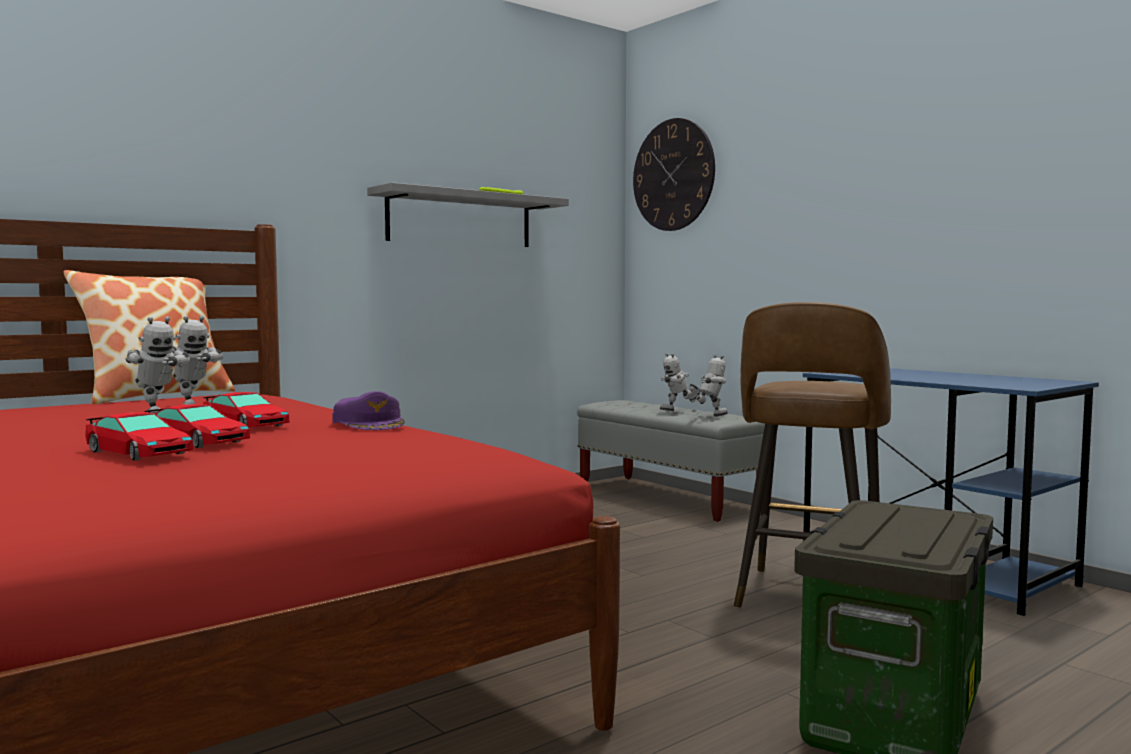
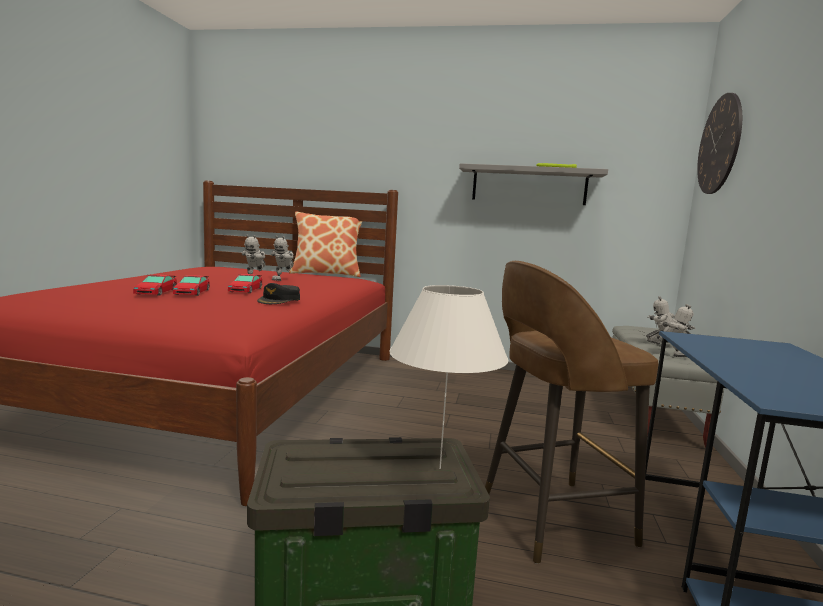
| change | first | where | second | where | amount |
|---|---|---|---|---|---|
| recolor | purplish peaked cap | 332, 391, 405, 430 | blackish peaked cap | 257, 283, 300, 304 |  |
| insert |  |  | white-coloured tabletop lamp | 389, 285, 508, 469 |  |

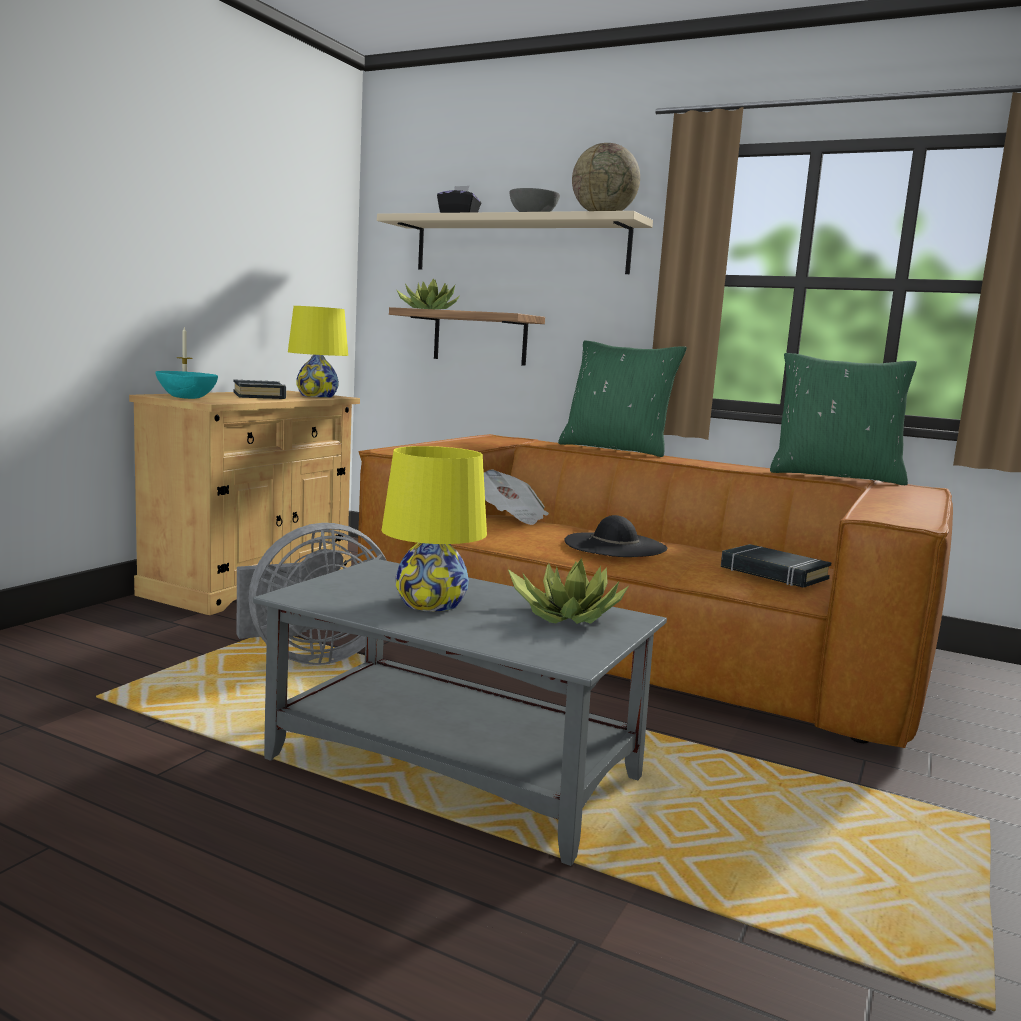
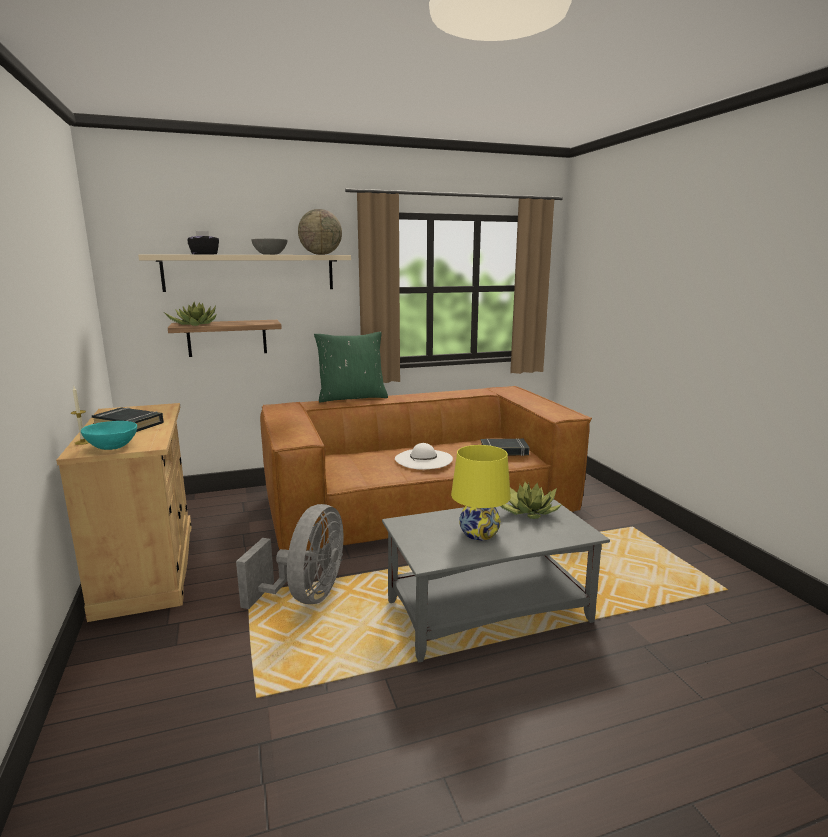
| change | first | where | second | where | amount |
|---|---|---|---|---|---|
| delete | yellow-coloured tabletop lamp | 288, 306, 348, 398 |  |  |  |
| delete | greenish pillow | 770, 353, 917, 485 |  |  |  |
| delete | printed paper | 484, 470, 549, 525 |  |  |  |
| recolor | blackish hat | 564, 515, 667, 557 | white-coloured hat | 395, 443, 453, 470 |  |

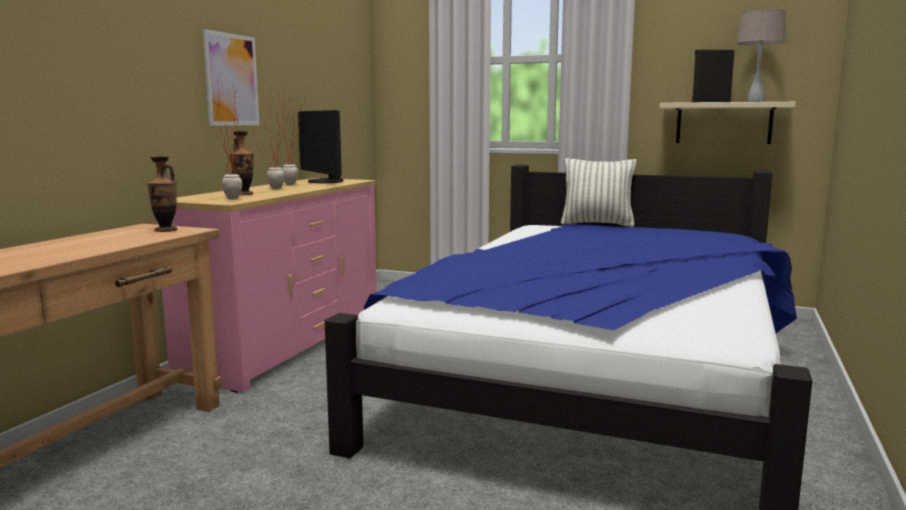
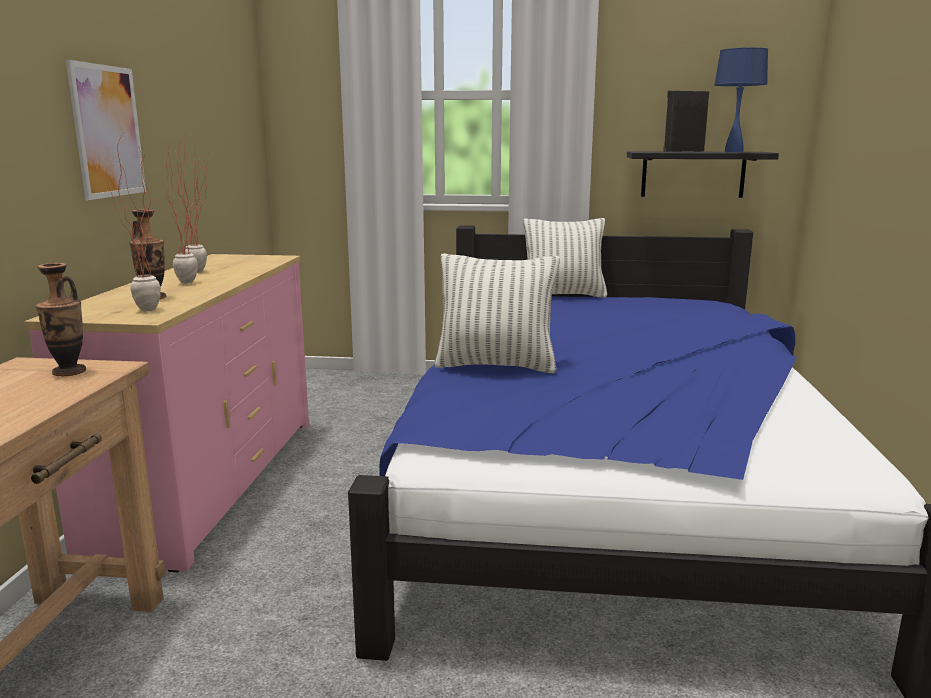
| change | first | where | second | where | amount |
|---|---|---|---|---|---|
| recolor | beige tabletop lamp | 737, 9, 786, 102 | blue-coloured tabletop lamp | 714, 47, 768, 152 |  |
| recolor | beige bracket shelf | 659, 102, 796, 144 | blackish bracket shelf | 627, 151, 779, 198 |  |
| delete | computer screen | 298, 110, 343, 183 |  |  |  |
| insert |  |  | pillow | 435, 254, 560, 373 |  |

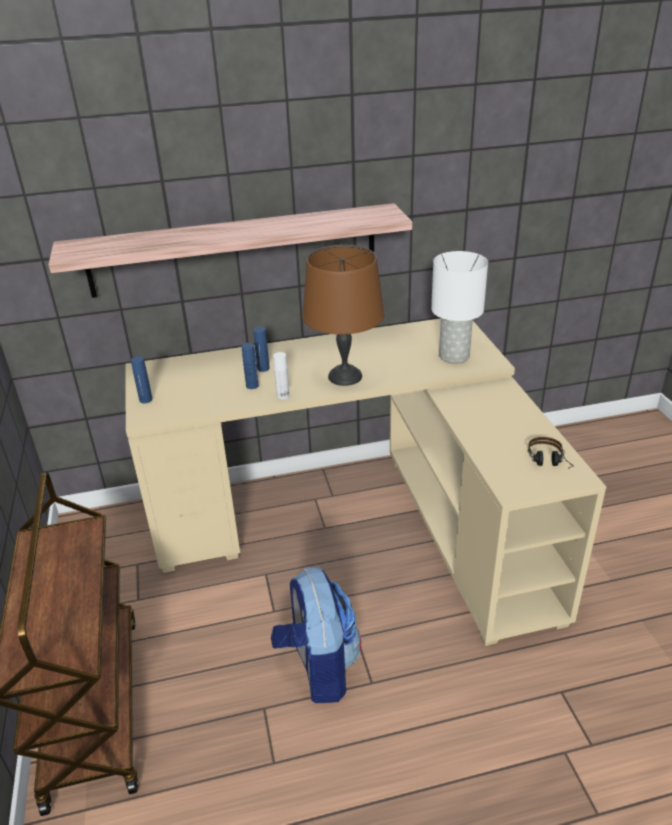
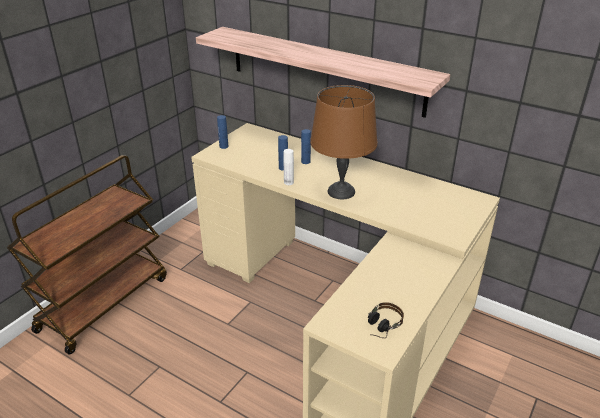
| change | first | where | second | where | amount |
|---|---|---|---|---|---|
| delete | white-coloured tabletop lamp | 431, 251, 488, 364 |  |  |  |
| delete | rucksack | 271, 567, 361, 703 |  |  |  |

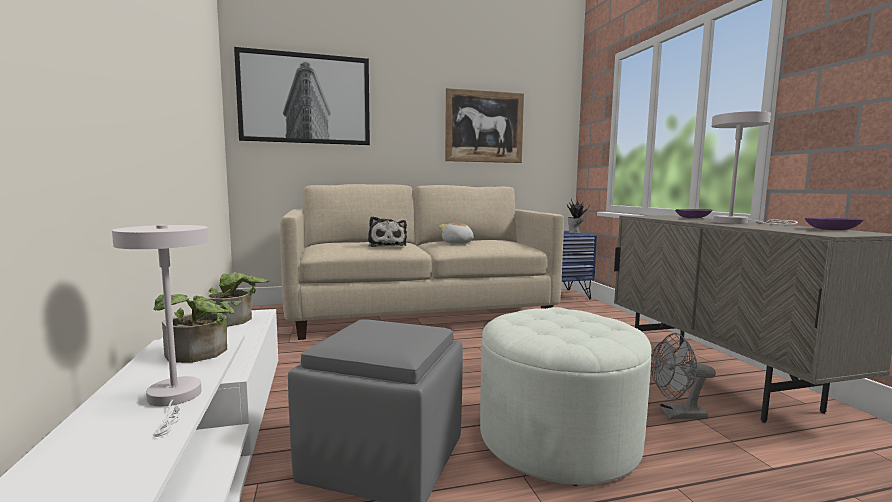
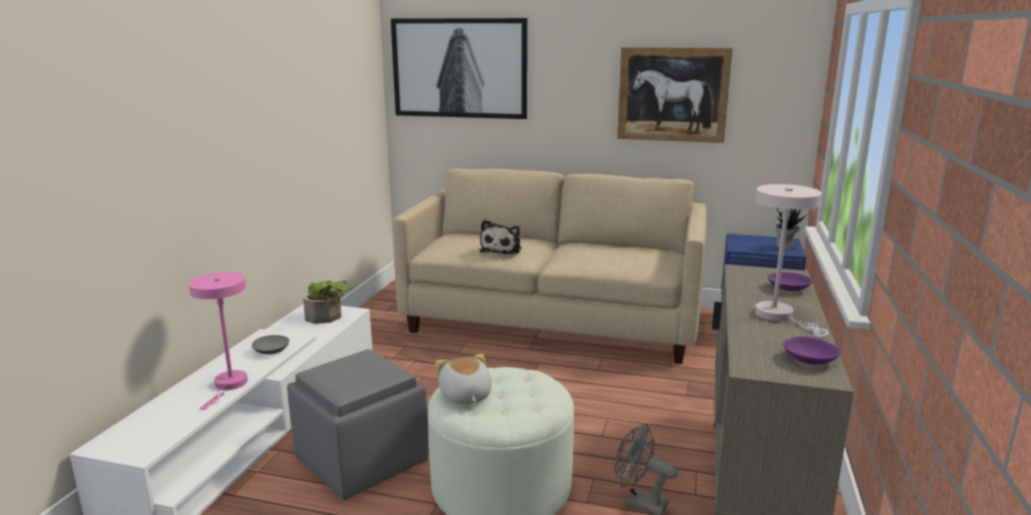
| change | first | where | second | where | amount |
|---|---|---|---|---|---|
| move | plush toy | 439, 222, 474, 244 |  | 435, 354, 492, 404 |  |
| recolor | white-coloured tabletop lamp | 112, 225, 209, 437 | pink tabletop lamp | 188, 272, 248, 410 |  |
| replace | potted plant | 153, 294, 241, 363 | greyish bowl | 252, 335, 289, 354 |  |

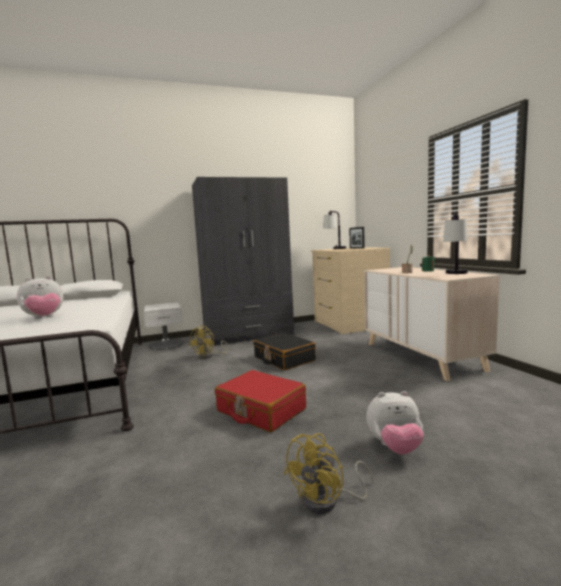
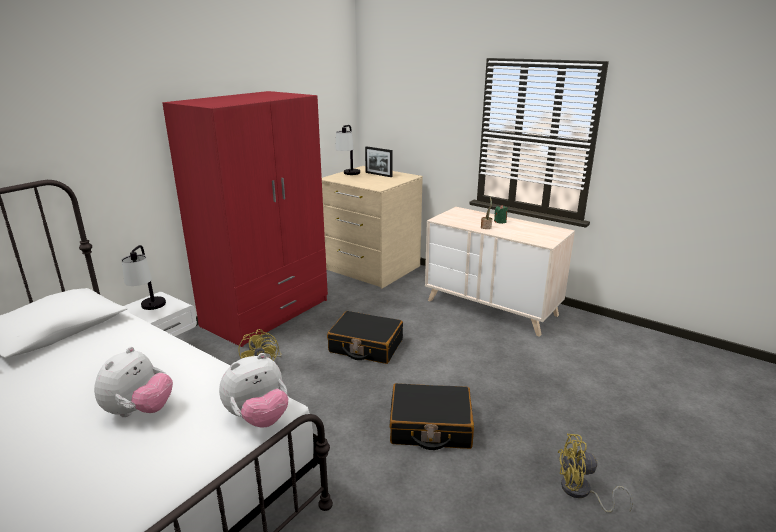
| change | first | where | second | where | amount |
|---|---|---|---|---|---|
| recolor | greyish wardrobe | 192, 177, 294, 346 | red wardrobe | 162, 91, 328, 347 |  |
| move | tabletop lamp | 443, 213, 468, 274 |  | 122, 245, 166, 310 |  |
| recolor | red suitcase | 215, 370, 306, 432 | blackish suitcase | 390, 383, 474, 450 |  |
| move | plush toy | 366, 391, 424, 455 |  | 219, 353, 288, 428 |  |
| rotate | yellow-coloured fan | 284, 433, 374, 514 |  | 558, 434, 633, 513 | 90 degrees clockwise |

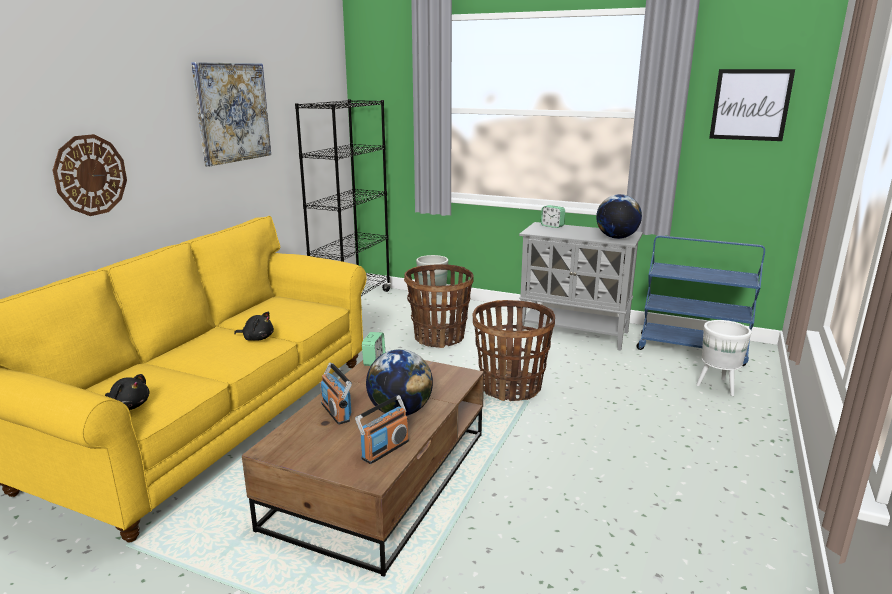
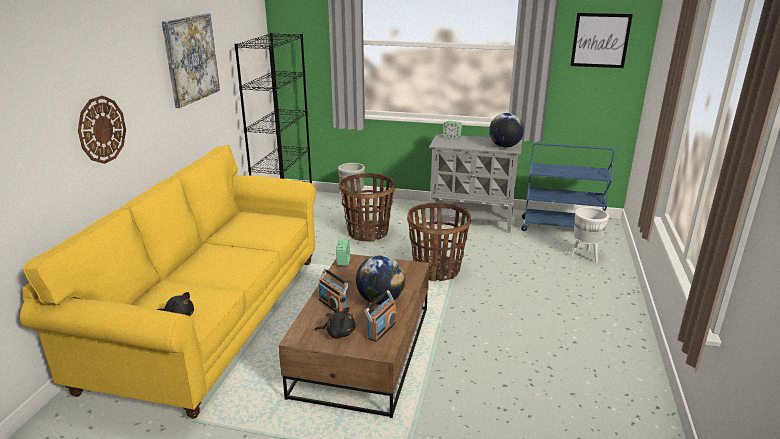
| change | first | where | second | where | amount |
|---|---|---|---|---|---|
| move | blackish plush toy | 234, 312, 274, 341 |  | 315, 307, 355, 338 |  |

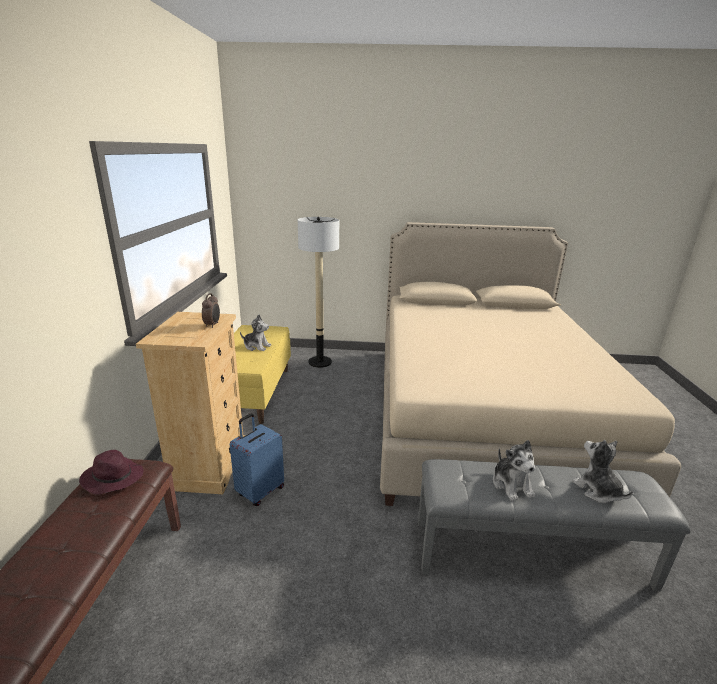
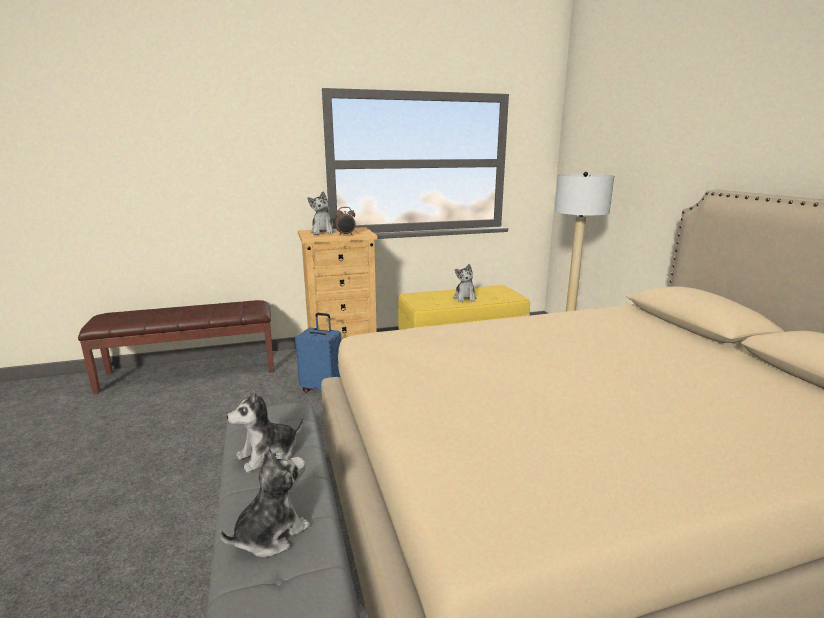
| change | first | where | second | where | amount |
|---|---|---|---|---|---|
| delete | purplish hat | 79, 450, 144, 494 |  |  |  |
| insert |  |  | plush toy | 307, 192, 336, 235 |  |

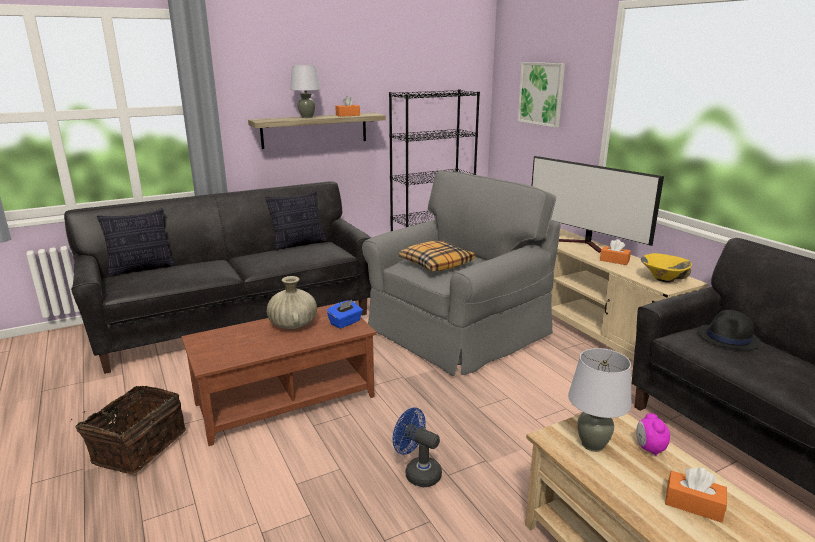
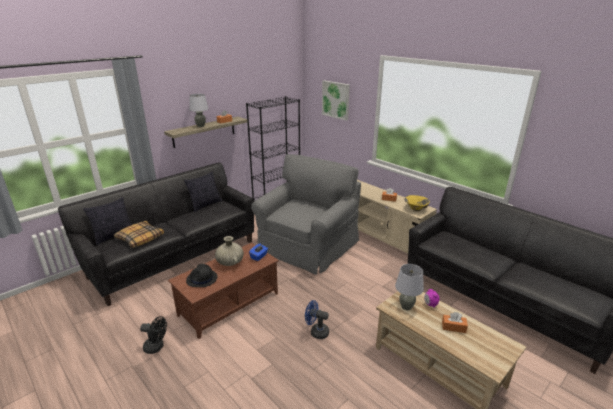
| change | first | where | second | where | amount |
|---|---|---|---|---|---|
| delete | TV | 532, 156, 664, 253 |  |  |  |
| move | pillow | 399, 241, 475, 271 |  | 114, 221, 164, 248 |  |
| move | blackish hat | 697, 310, 761, 350 |  | 186, 264, 217, 287 |  |
| replace | basket | 71, 386, 186, 475 | blackish fan | 140, 316, 167, 354 |  |

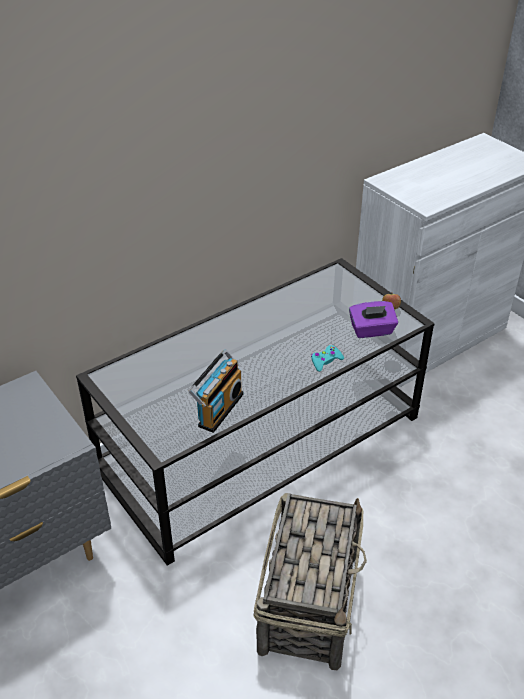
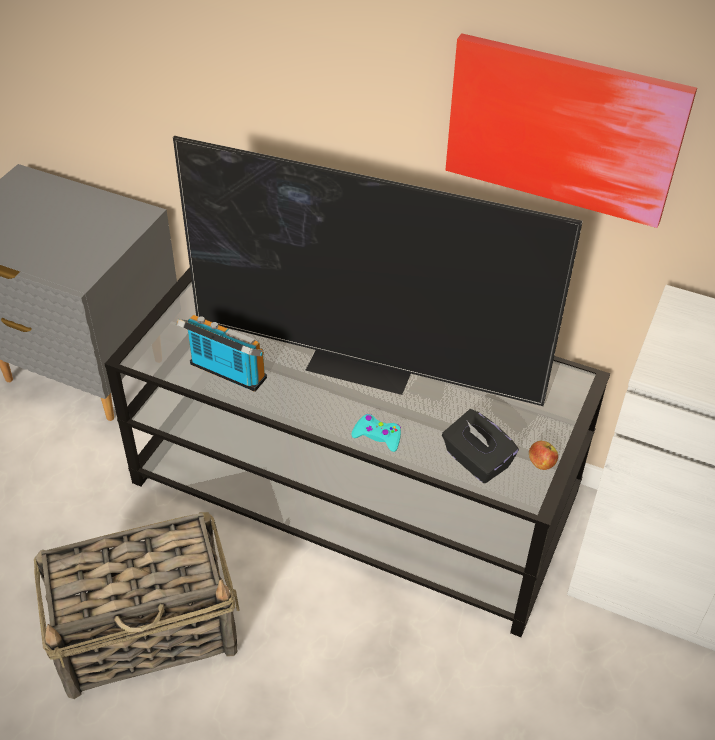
| change | first | where | second | where | amount |
|---|---|---|---|---|---|
| recolor | purplish tissue holder | 349, 301, 398, 338 | blackish tissue holder | 442, 409, 519, 483 |  |
| rotate | radio set | 188, 349, 243, 433 |  | 176, 315, 267, 392 | 150 degrees counterclockwise |
| insert |  |  | wall picture | 445, 33, 697, 228 |  |
| insert |  |  | TV | 173, 136, 583, 406 |  |

